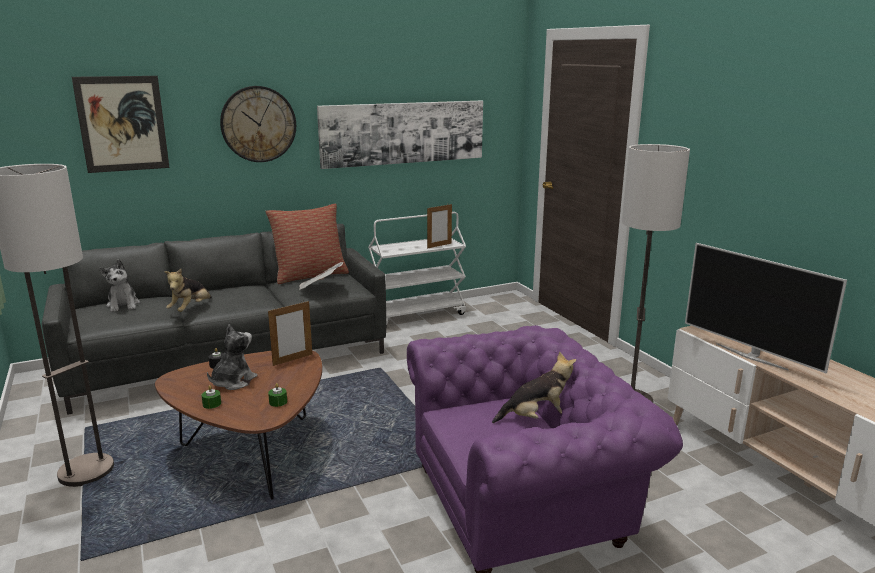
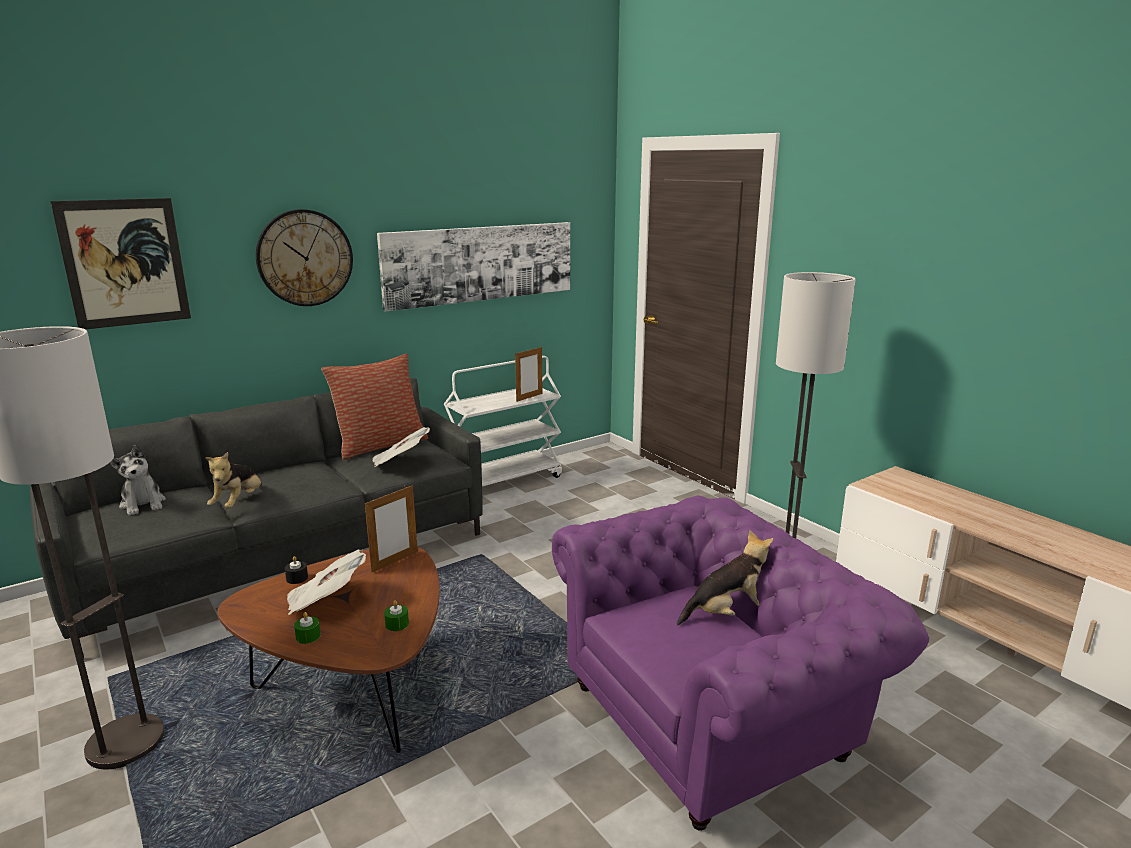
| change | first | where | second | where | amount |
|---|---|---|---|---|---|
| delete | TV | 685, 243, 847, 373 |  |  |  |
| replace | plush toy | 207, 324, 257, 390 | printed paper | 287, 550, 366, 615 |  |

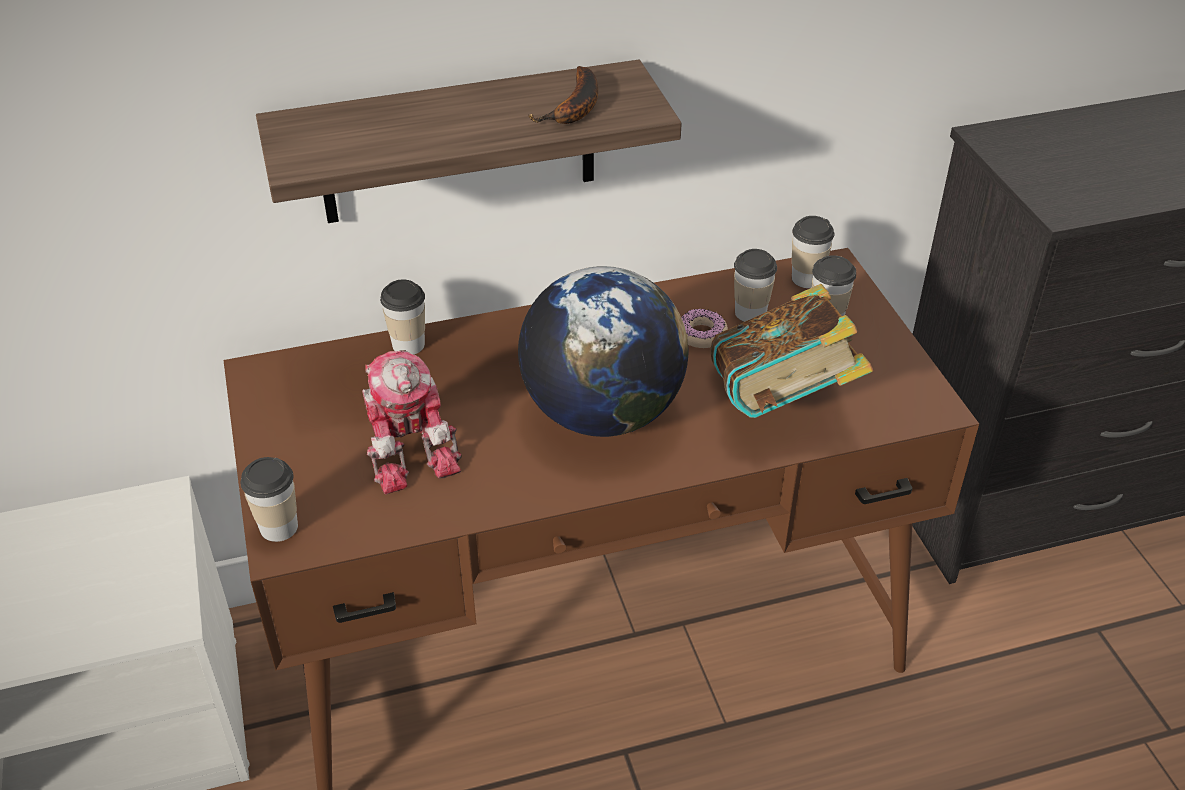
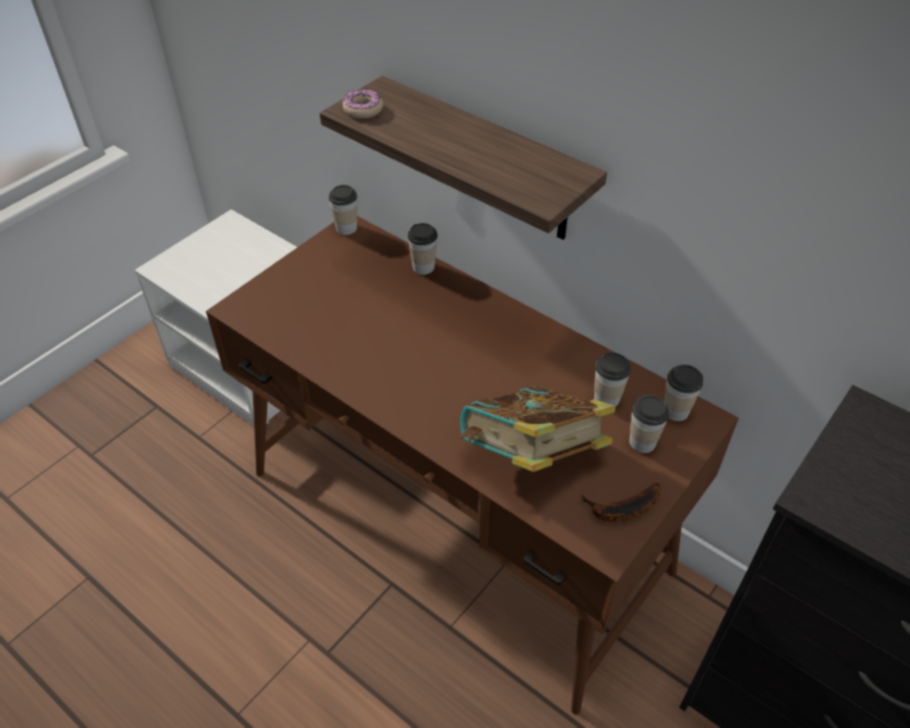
| change | first | where | second | where | amount |
|---|---|---|---|---|---|
| move | whole banana | 528, 66, 598, 124 |  | 581, 483, 661, 522 |  |
| delete | world globe | 518, 266, 688, 437 |  |  |  |
| move | doughnut | 681, 309, 728, 348 |  | 343, 89, 383, 119 |  |
| delete | robot figure | 362, 350, 462, 494 |  |  |  |
| move | cup | 240, 457, 298, 542 |  | 328, 185, 357, 235 |  |

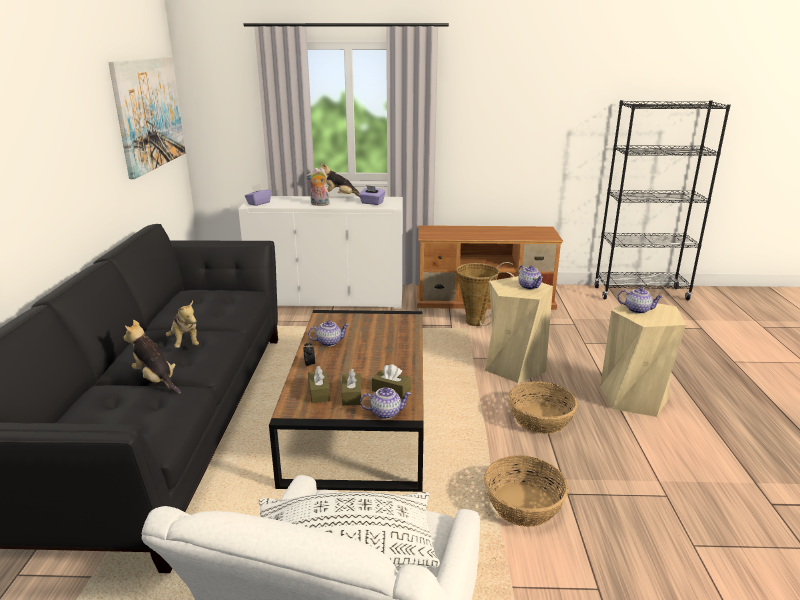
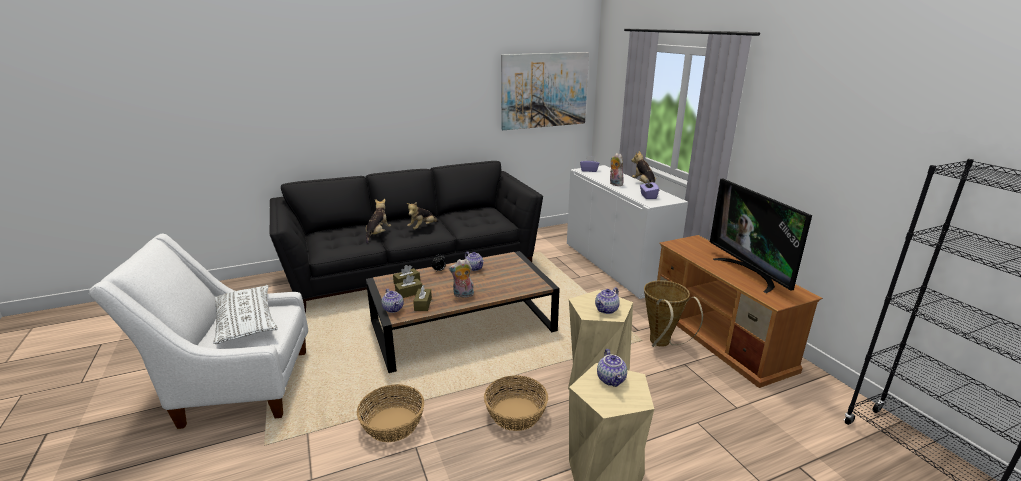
| change | first | where | second | where | amount |
|---|---|---|---|---|---|
| insert |  |  | TV | 710, 179, 812, 293 |  |
| insert |  |  | plush toy | 449, 259, 474, 298 |  |

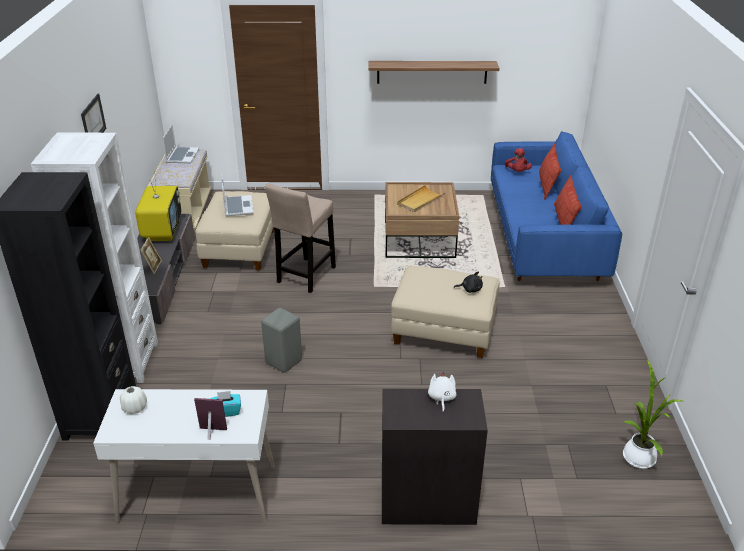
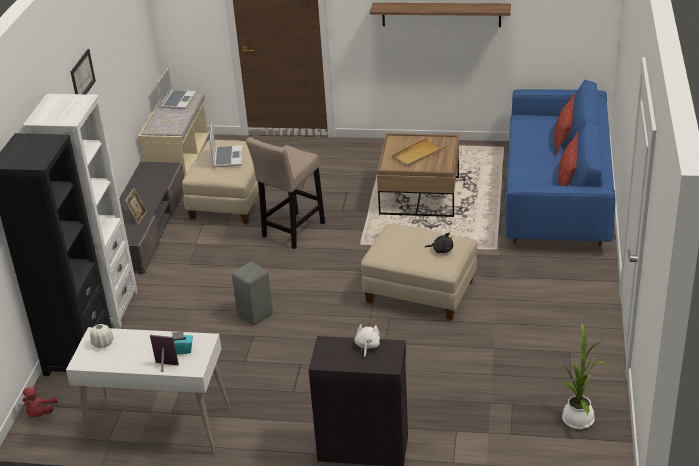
| change | first | where | second | where | amount |
|---|---|---|---|---|---|
| move | red plush toy | 505, 148, 532, 172 |  | 22, 387, 58, 417 |  |
| delete | TV | 135, 180, 181, 241 |  |  |  |

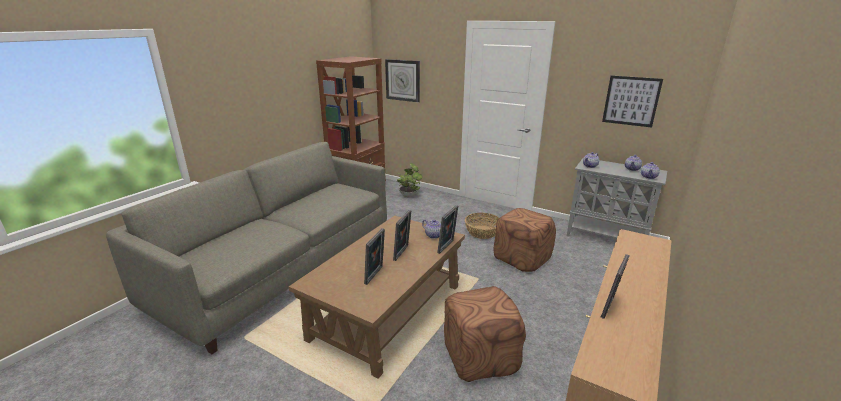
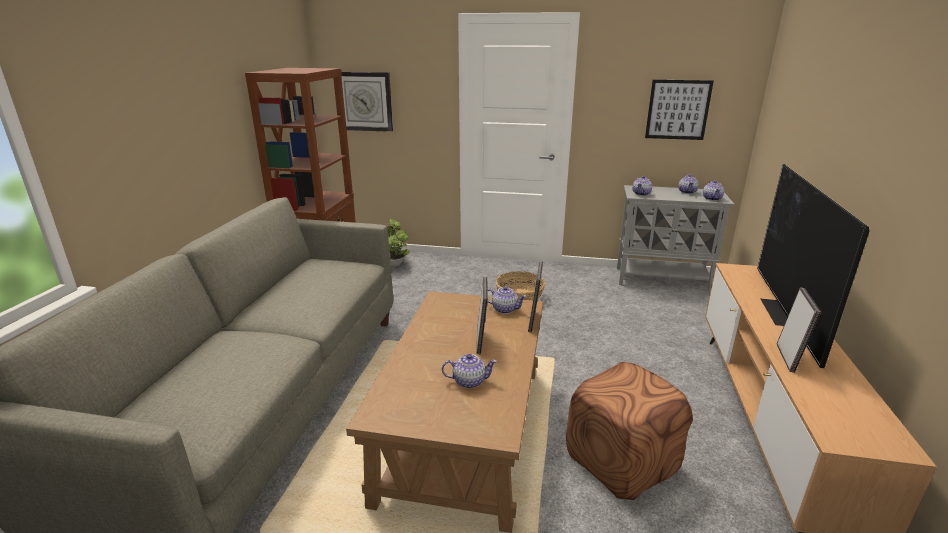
| change | first | where | second | where | amount |
|---|---|---|---|---|---|
| delete | brownish pouffe | 494, 208, 556, 272 |  |  |  |
| replace | photo frame | 364, 228, 385, 285 | pot for tea | 442, 354, 497, 388 |  |
| insert |  |  | TV | 757, 164, 869, 368 |  |

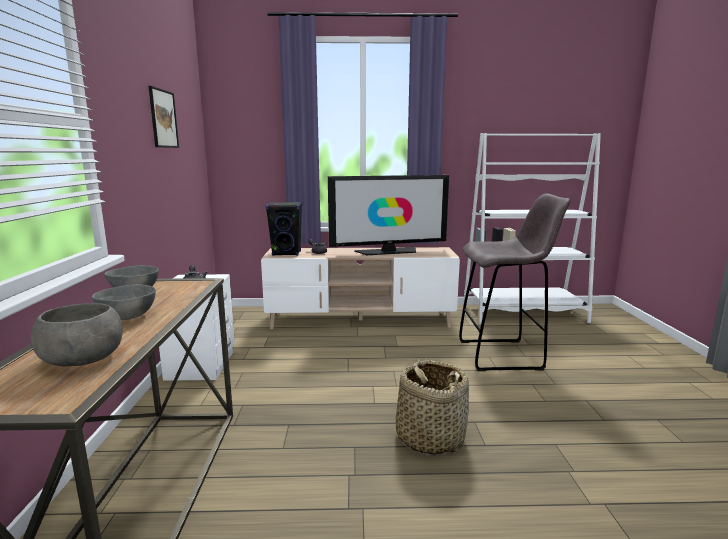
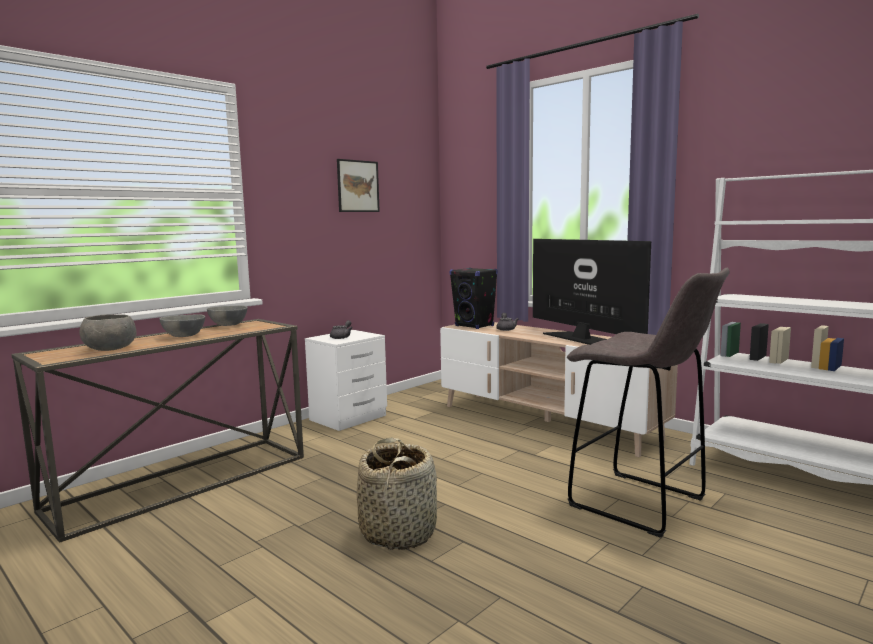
| change | first | where | second | where | amount |
|---|---|---|---|---|---|
| rotate | TV | 328, 175, 449, 255 |  | 533, 239, 651, 345 | 150 degrees counterclockwise |

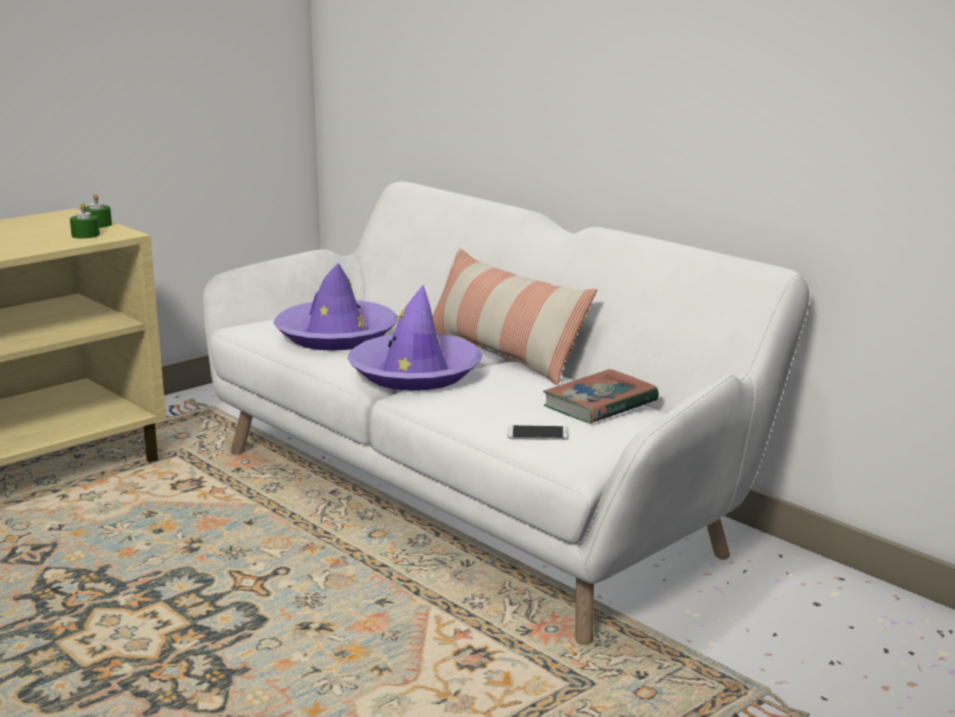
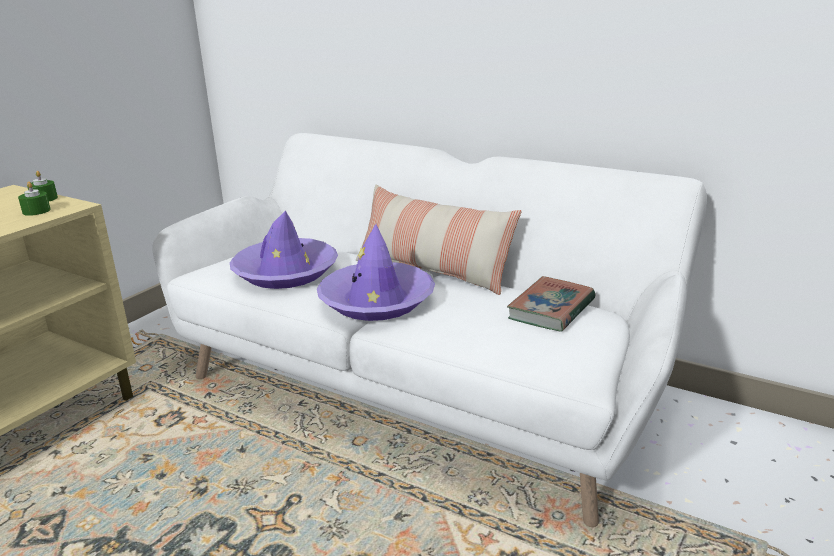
| change | first | where | second | where | amount |
|---|---|---|---|---|---|
| delete | phone | 508, 425, 568, 440 |  |  |  |

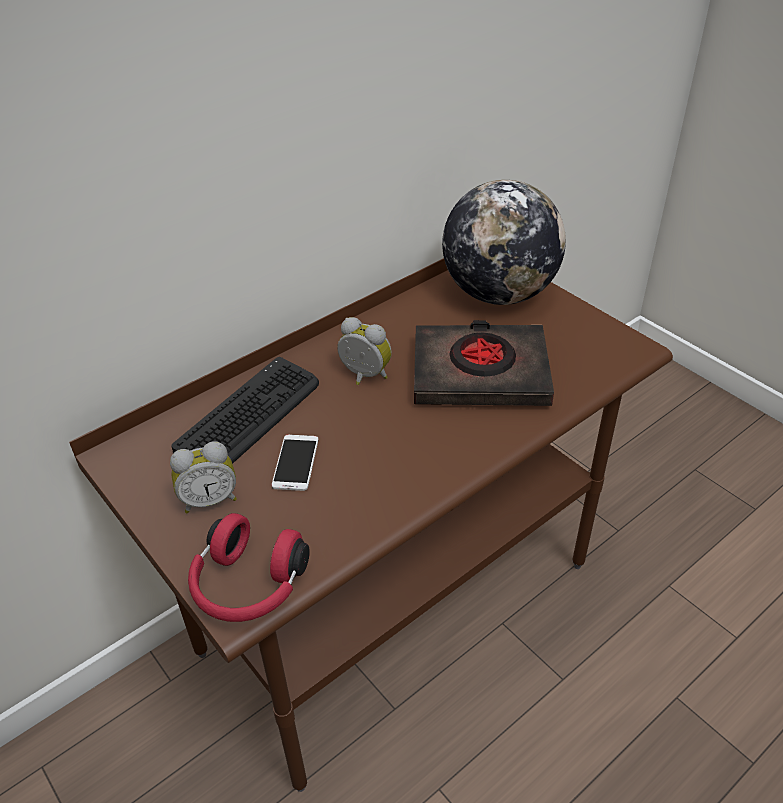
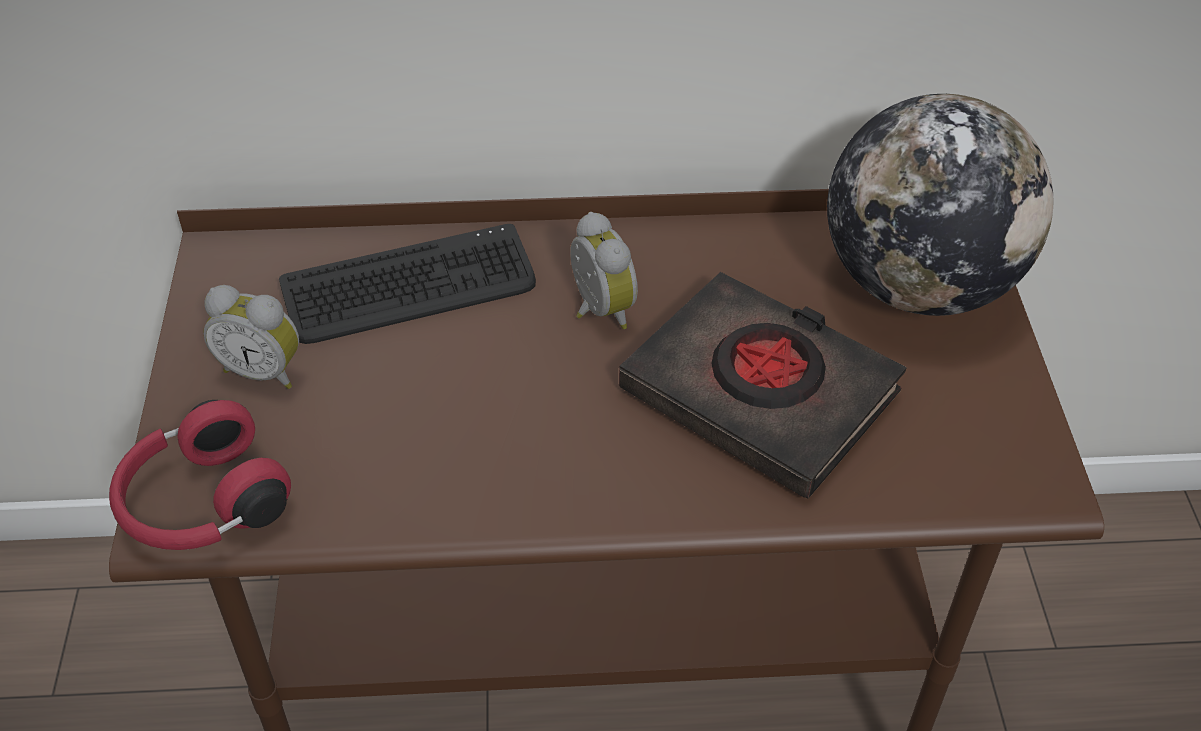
| change | first | where | second | where | amount |
|---|---|---|---|---|---|
| delete | phone | 271, 435, 318, 491 |  |  |  |

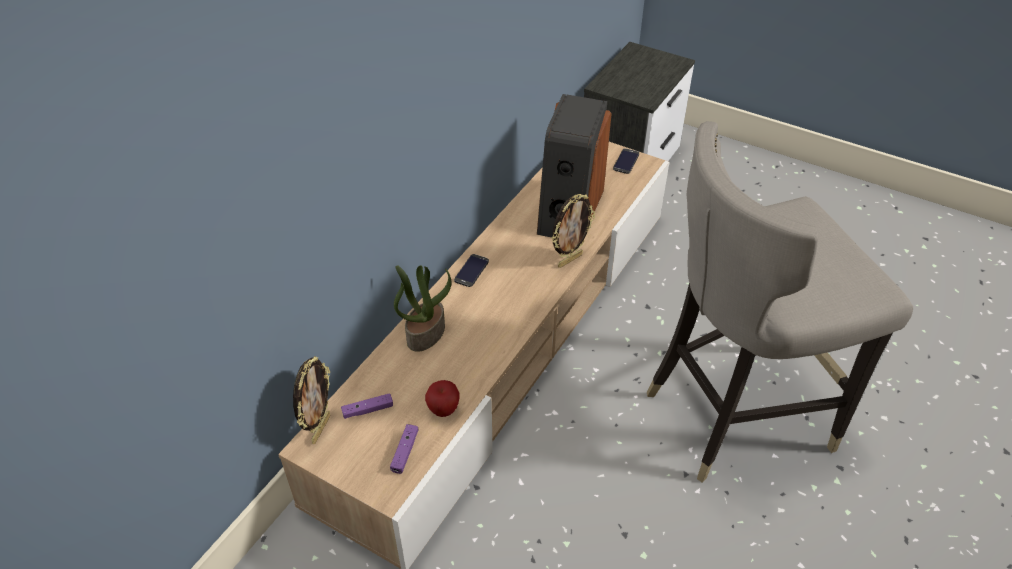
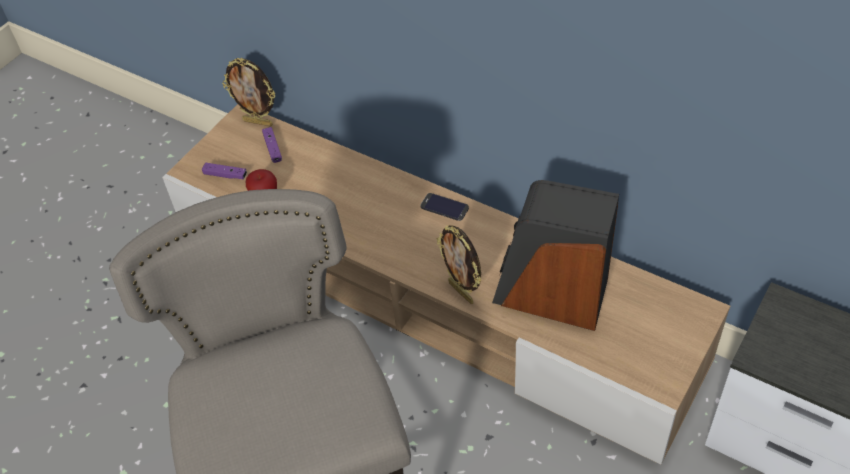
| change | first | where | second | where | amount |
|---|---|---|---|---|---|
| delete | phone | 613, 148, 639, 174 |  |  |  |
| delete | potted plant | 394, 265, 451, 352 |  |  |  |

